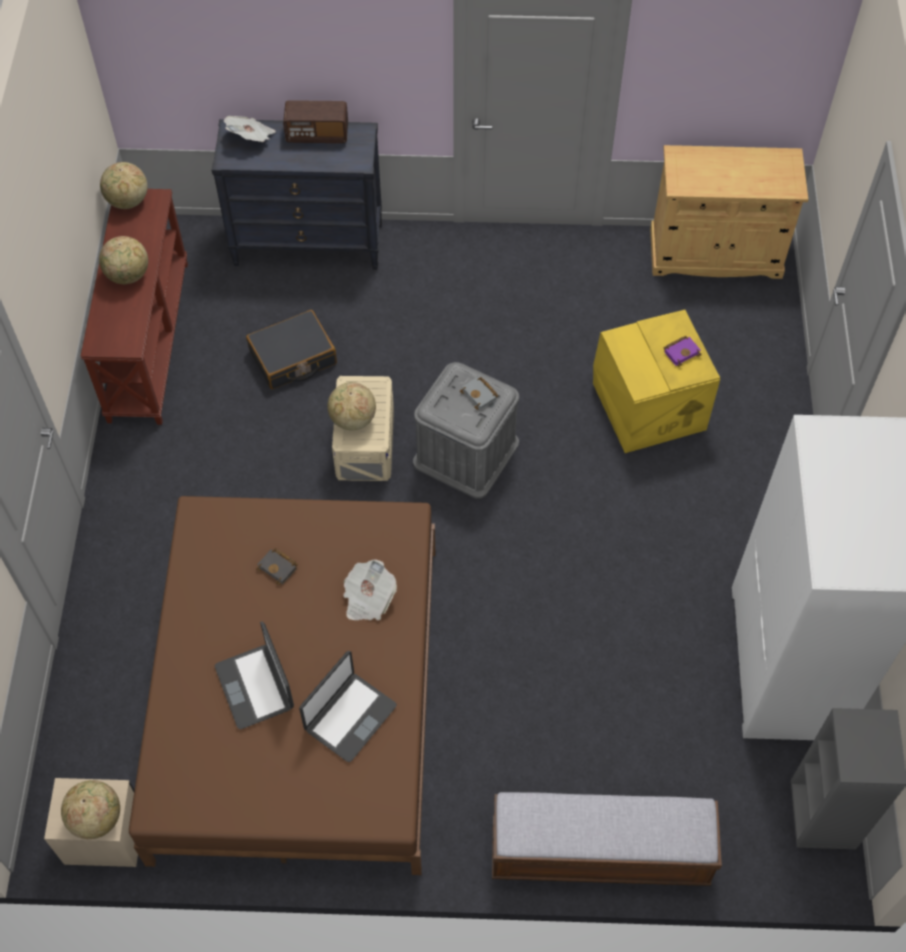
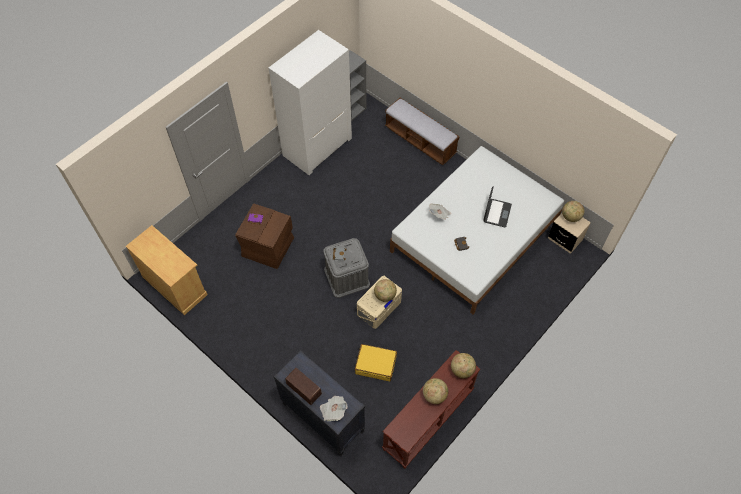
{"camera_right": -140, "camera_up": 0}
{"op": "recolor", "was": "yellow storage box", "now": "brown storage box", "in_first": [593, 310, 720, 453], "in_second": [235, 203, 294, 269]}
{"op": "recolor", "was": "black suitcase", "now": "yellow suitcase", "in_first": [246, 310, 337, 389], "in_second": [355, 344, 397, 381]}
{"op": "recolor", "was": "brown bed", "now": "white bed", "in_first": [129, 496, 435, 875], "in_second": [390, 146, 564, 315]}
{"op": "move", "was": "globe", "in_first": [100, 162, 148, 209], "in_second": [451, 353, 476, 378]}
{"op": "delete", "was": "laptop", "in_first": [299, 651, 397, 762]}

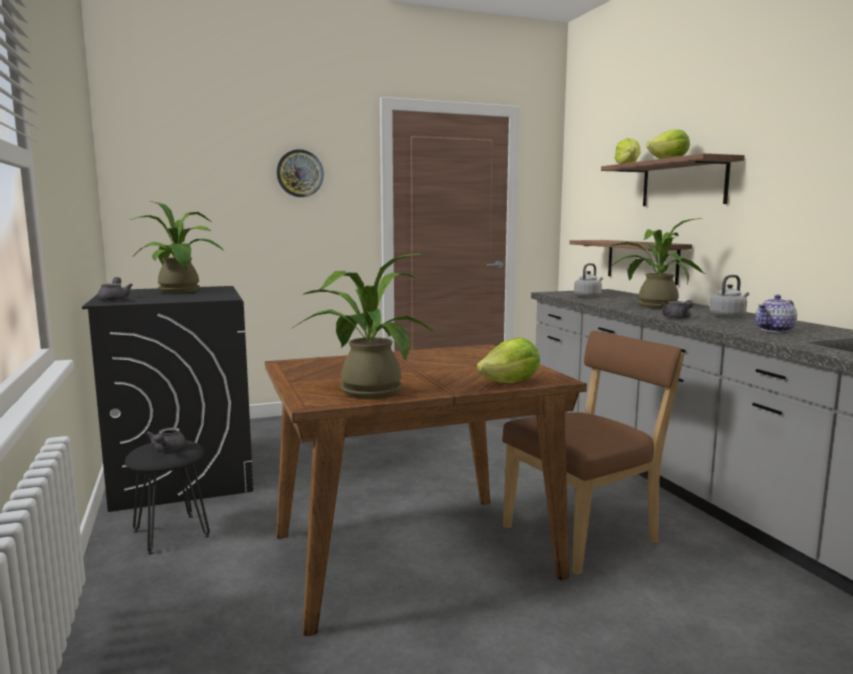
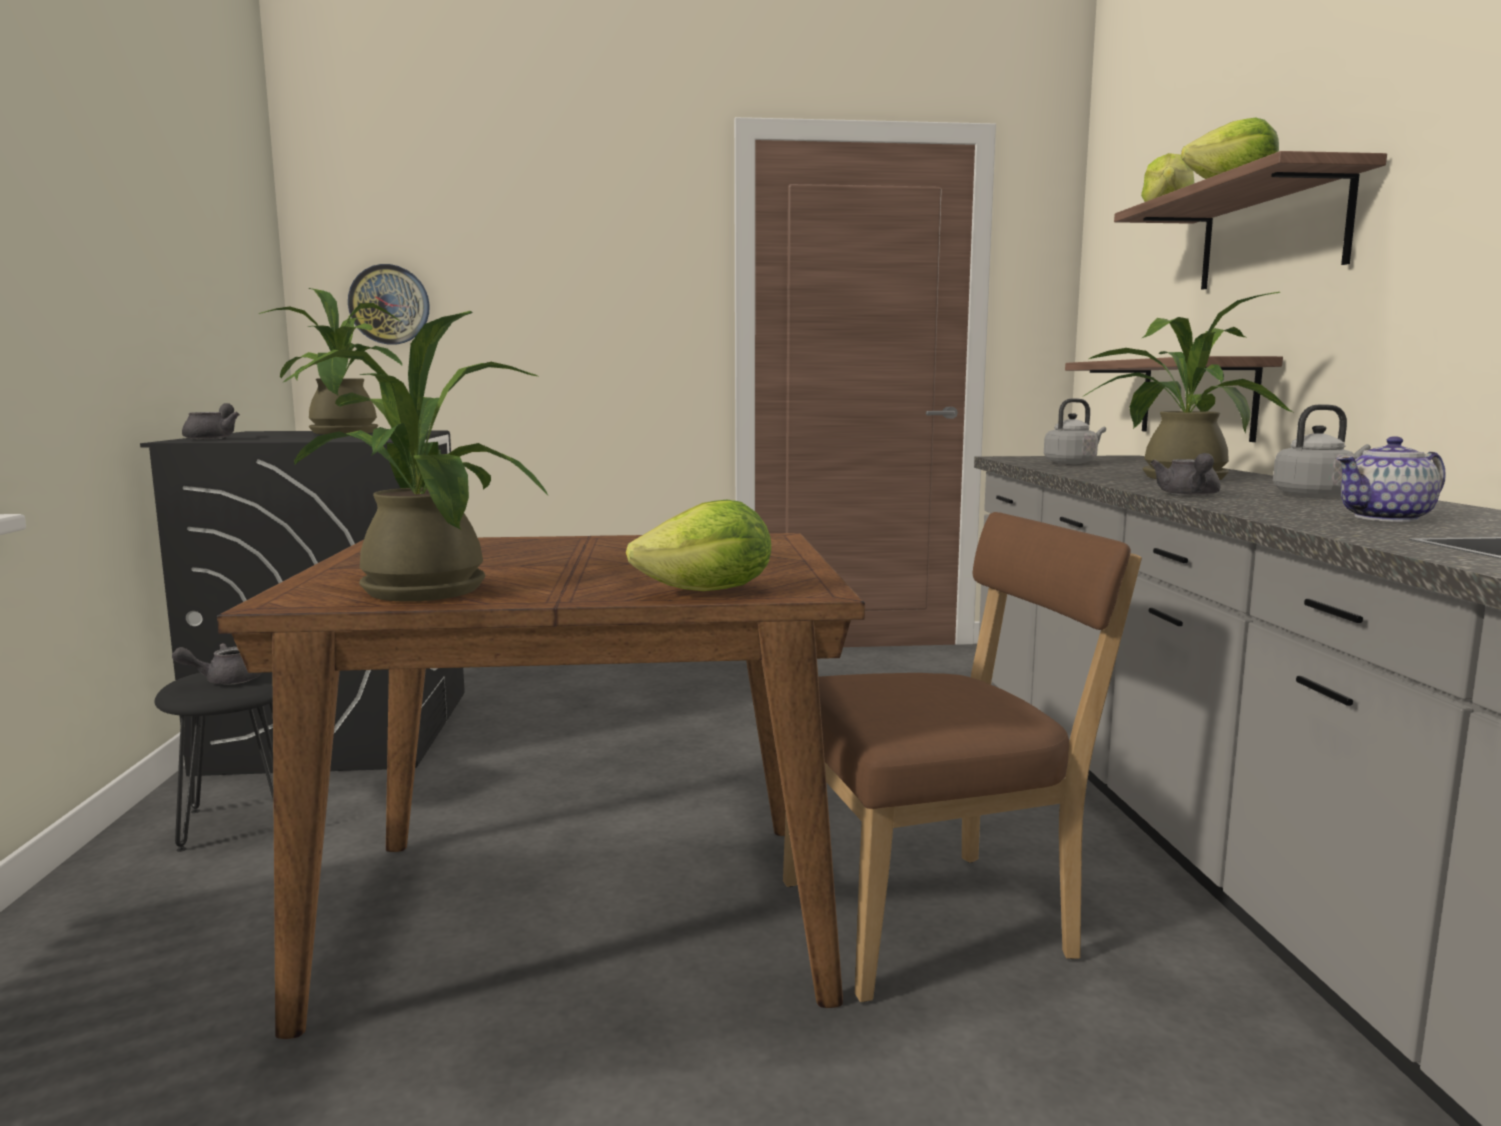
{"camera_right": 15, "camera_up": 0}
{"op": "rotate", "was": "grey teapot", "in_first": [146, 427, 186, 451], "in_second": [172, 643, 262, 685], "clockwise": 45}
{"op": "move", "was": "wall clock", "in_first": [276, 149, 324, 197], "in_second": [348, 264, 430, 345]}

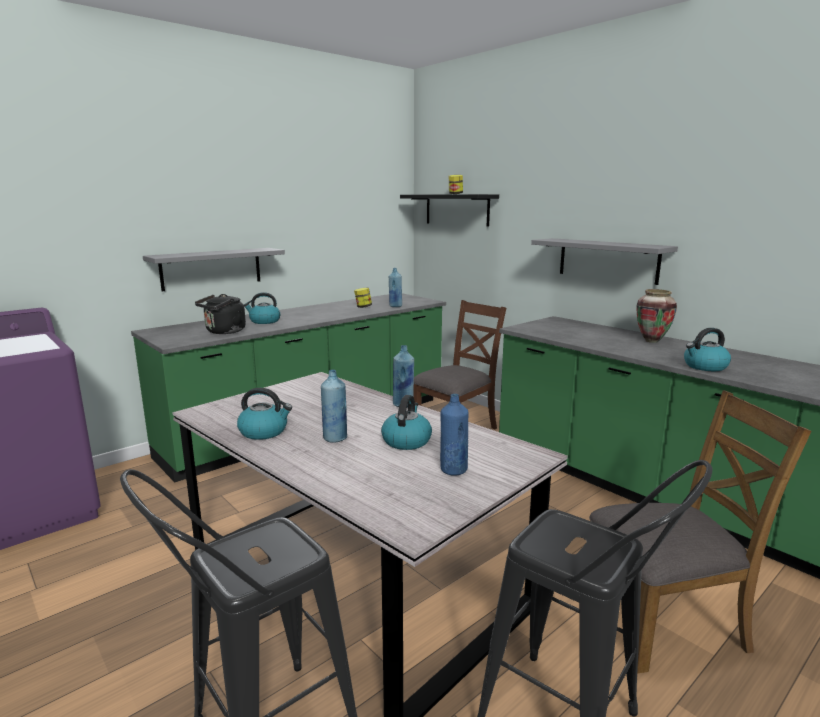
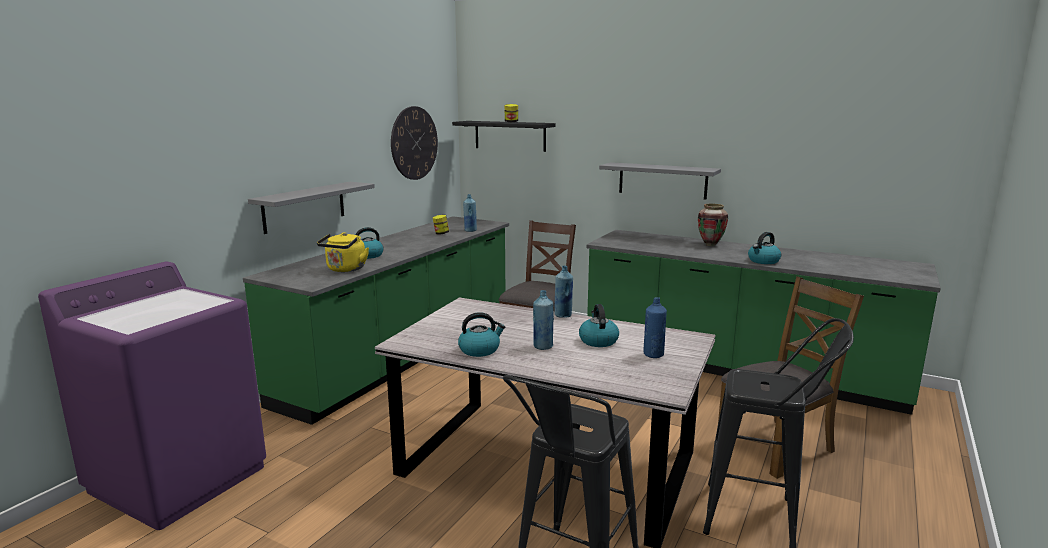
{"camera_right": -20, "camera_up": 0}
{"op": "recolor", "was": "black kettle", "now": "yellow kettle", "in_first": [195, 294, 246, 334], "in_second": [317, 232, 369, 272]}
{"op": "insert", "now": "wall clock", "in_second": [391, 106, 438, 180]}

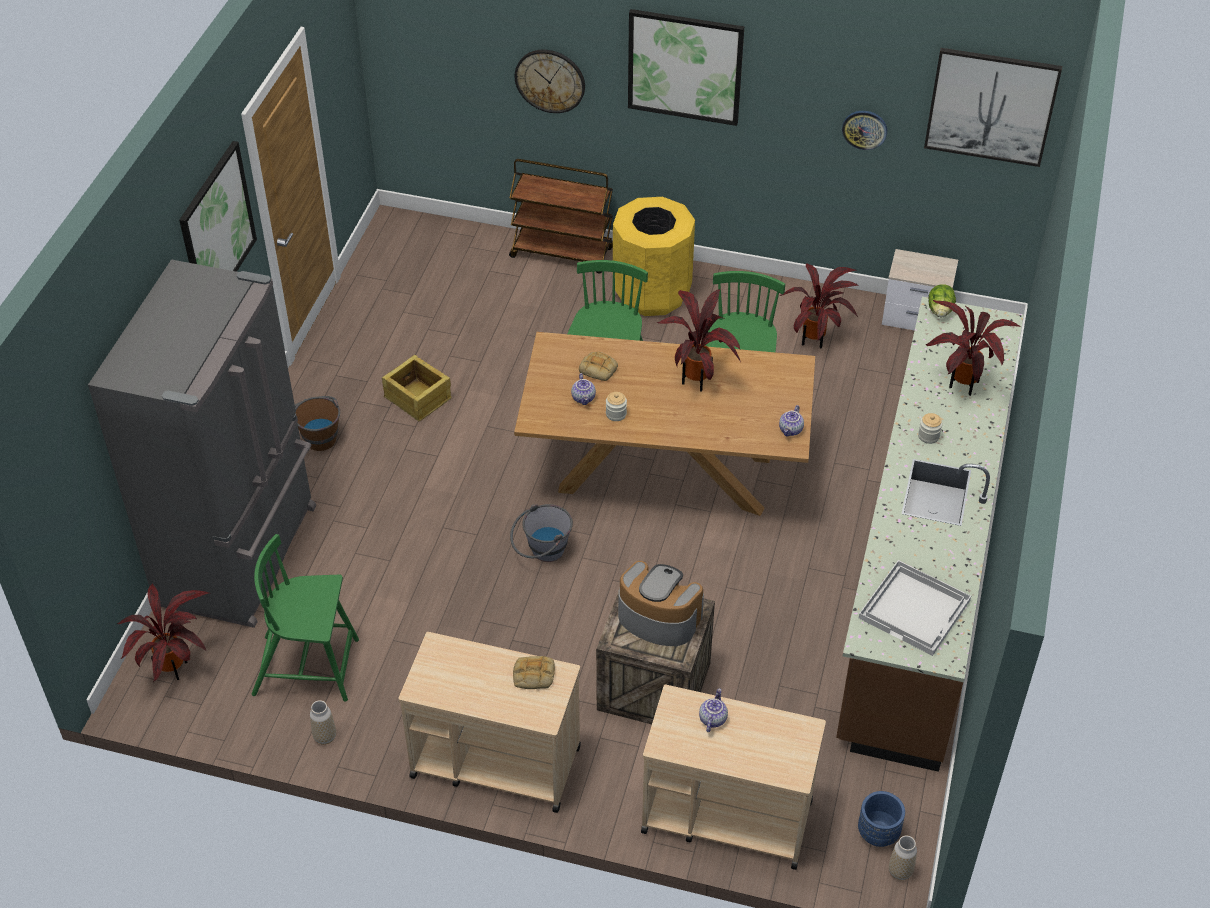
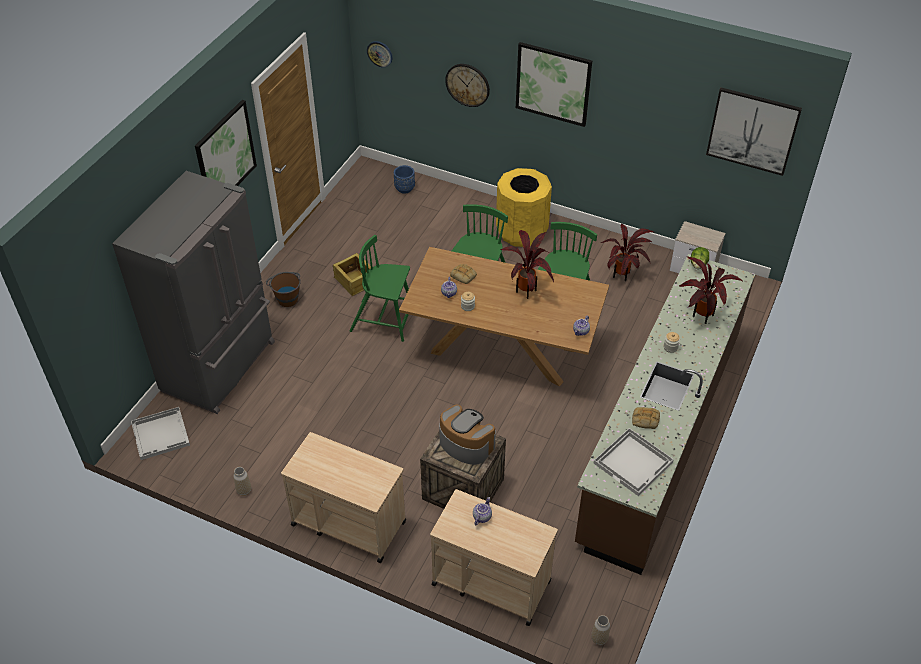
{"camera_right": 10, "camera_up": 0}
{"op": "replace", "was": "potted plant", "now": "white tray", "in_first": [117, 584, 209, 682], "in_second": [131, 407, 190, 460]}
{"op": "move", "was": "green chair", "in_first": [252, 534, 359, 702], "in_second": [349, 235, 410, 342]}
{"op": "move", "was": "wall clock", "in_first": [842, 111, 887, 150], "in_second": [367, 41, 393, 67]}
{"op": "move", "was": "blue planter", "in_first": [858, 791, 905, 847], "in_second": [394, 165, 415, 194]}
{"op": "move", "was": "bread", "in_first": [513, 656, 555, 689], "in_second": [632, 407, 660, 429]}
{"op": "delete", "was": "brown cart", "in_first": [509, 159, 613, 273]}
{"op": "delete", "was": "grey bucket", "in_first": [510, 504, 573, 562]}

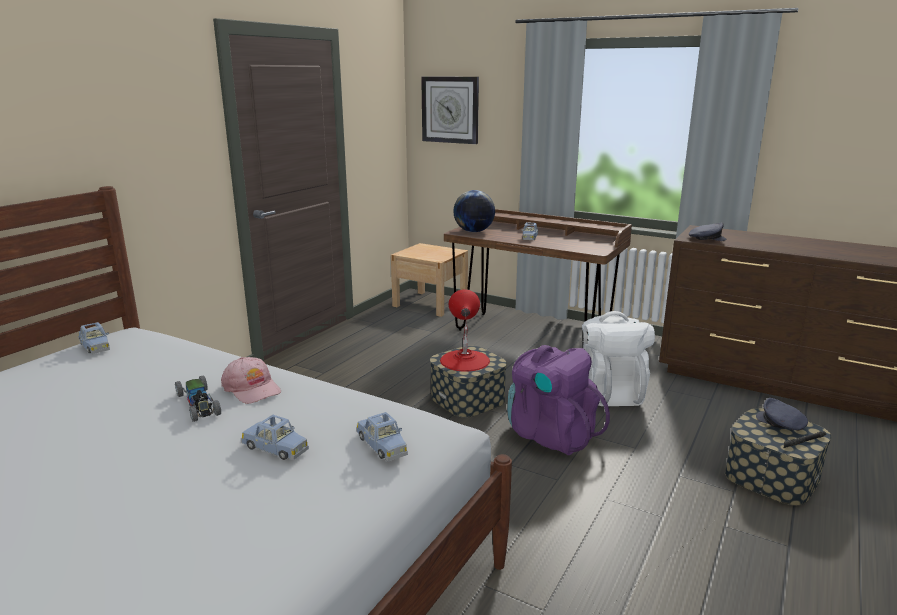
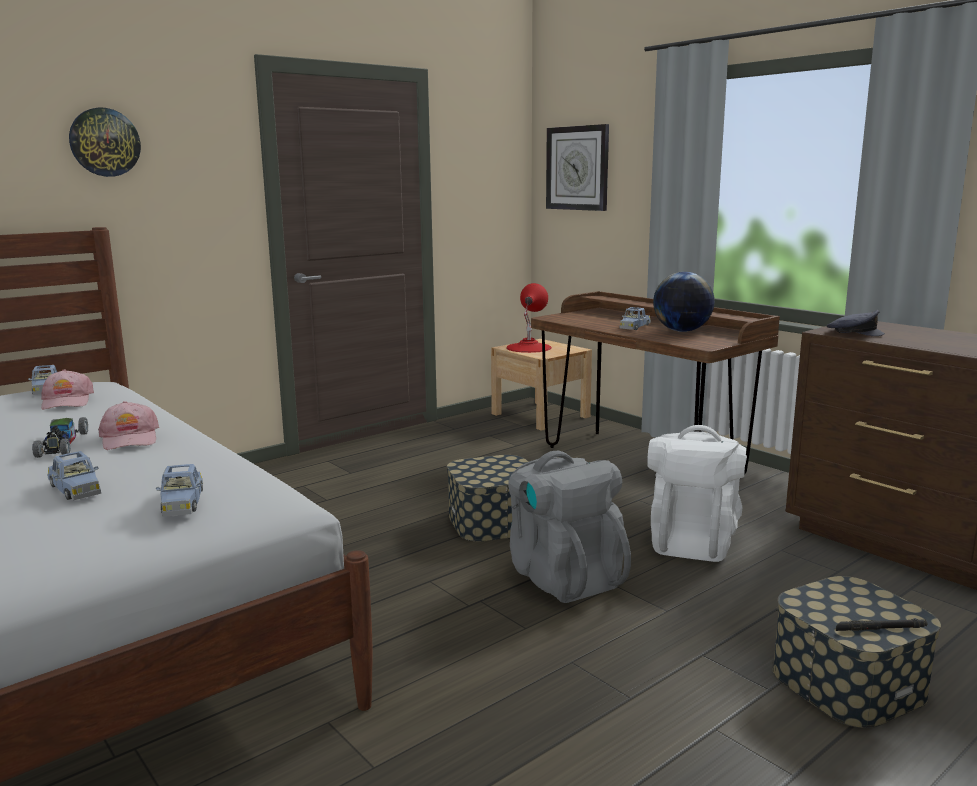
{"camera_right": 20, "camera_up": -5}
{"op": "insert", "now": "pink cap", "in_second": [41, 369, 94, 410]}
{"op": "insert", "now": "wall clock", "in_second": [69, 107, 141, 177]}
{"op": "move", "was": "red table lamp", "in_first": [440, 289, 490, 372], "in_second": [506, 283, 552, 353]}
{"op": "recolor", "was": "purple backpack", "now": "grey backpack", "in_first": [507, 345, 610, 455], "in_second": [508, 451, 631, 603]}
{"op": "move", "was": "globe", "in_first": [453, 190, 495, 232], "in_second": [653, 272, 715, 332]}
{"op": "delete", "was": "grey cap", "in_first": [756, 398, 808, 430]}

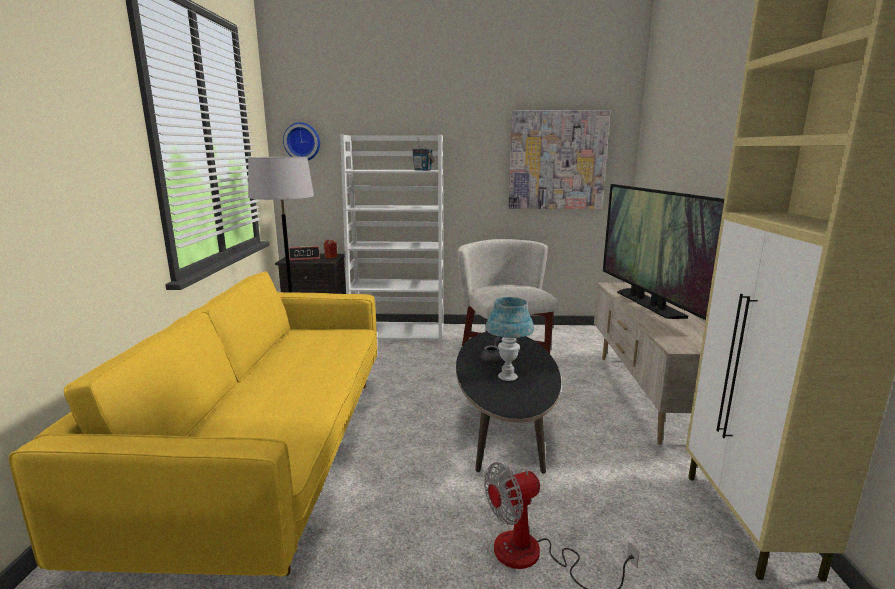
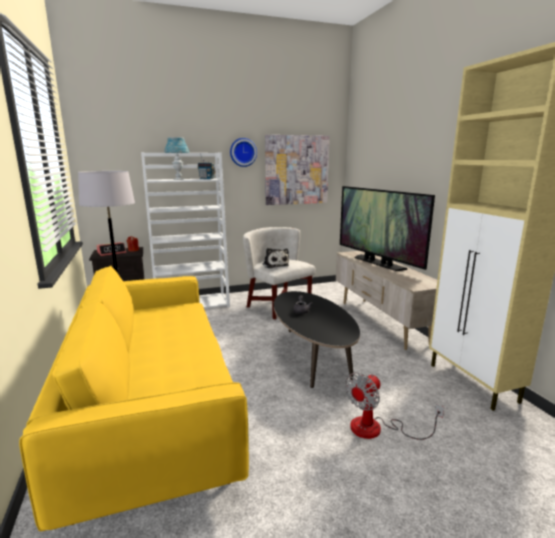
{"camera_right": -20, "camera_up": 0}
{"op": "move", "was": "blue table lamp", "in_first": [485, 297, 534, 381], "in_second": [164, 137, 189, 180]}
{"op": "move", "was": "wall clock", "in_first": [283, 122, 320, 160], "in_second": [230, 138, 257, 167]}
{"op": "insert", "now": "plush toy", "in_second": [263, 248, 289, 268]}

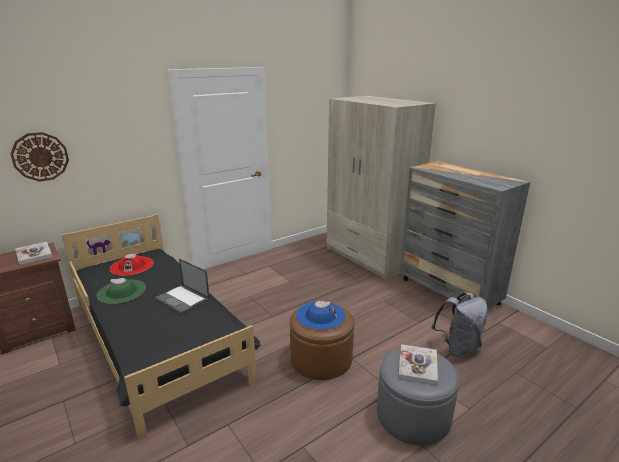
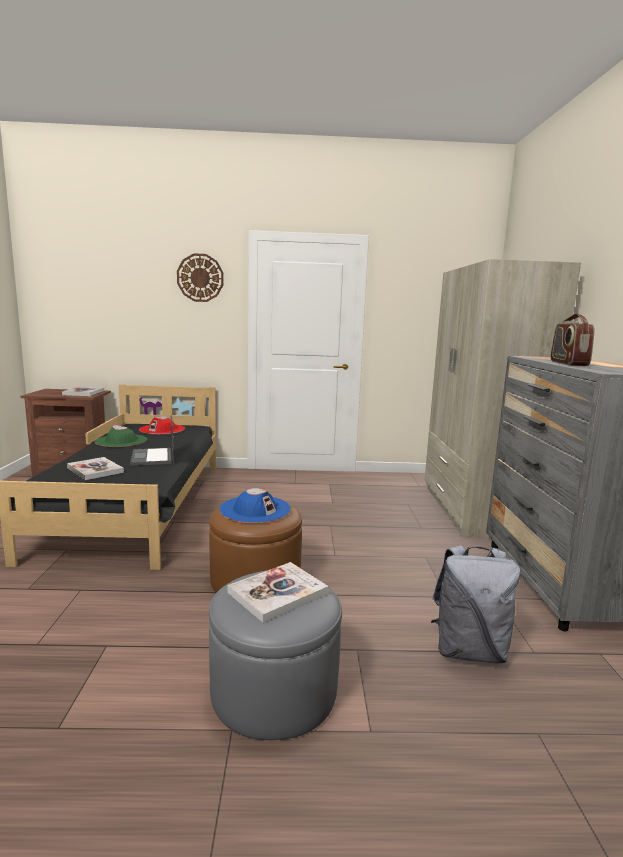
{"camera_right": 35, "camera_up": -10}
{"op": "insert", "now": "book", "in_second": [67, 457, 124, 480]}
{"op": "move", "was": "wall clock", "in_first": [10, 132, 69, 182], "in_second": [177, 253, 223, 302]}
{"op": "insert", "now": "radio", "in_second": [551, 313, 595, 366]}

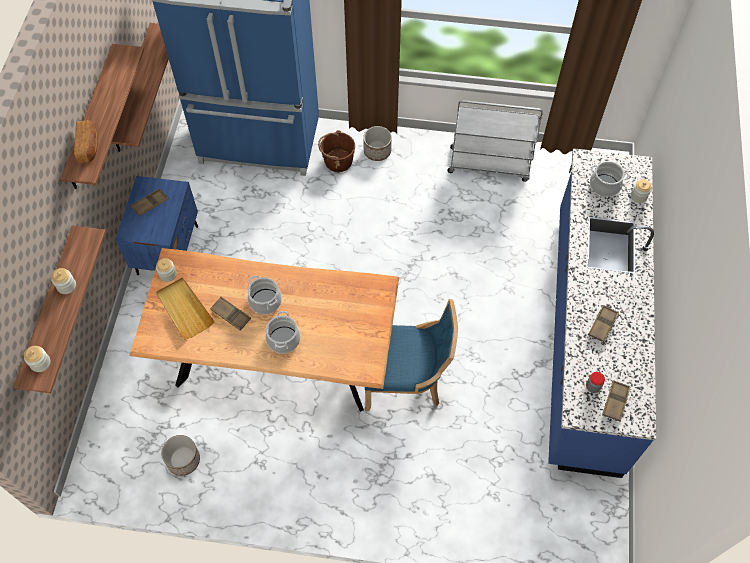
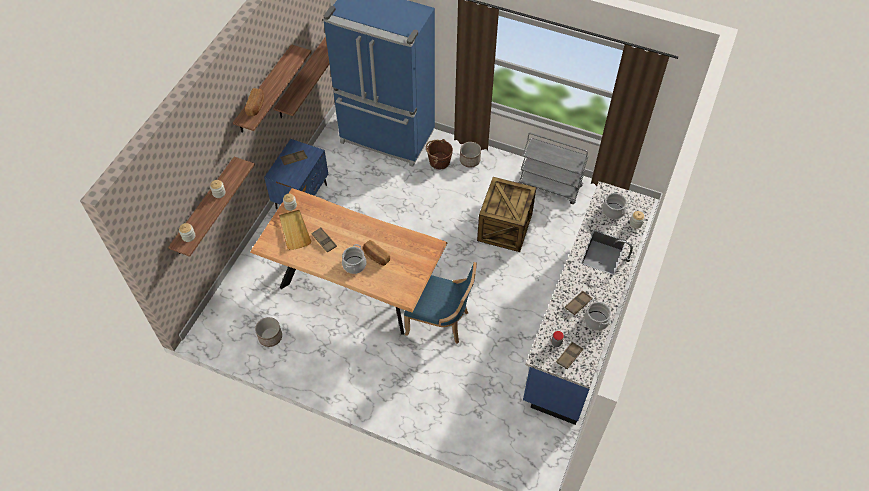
{"camera_right": 15, "camera_up": -5}
{"op": "insert", "now": "bread", "in_second": [363, 240, 390, 266]}
{"op": "insert", "now": "crate", "in_second": [477, 177, 537, 252]}
{"op": "move", "was": "cooking pot", "in_first": [248, 275, 282, 315], "in_second": [584, 299, 611, 331]}

